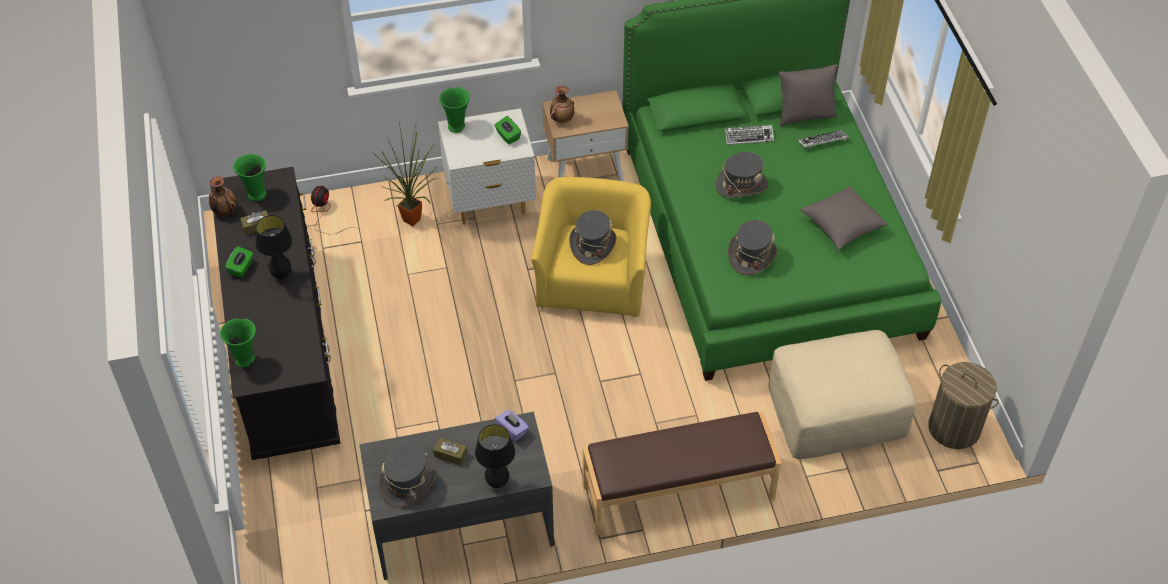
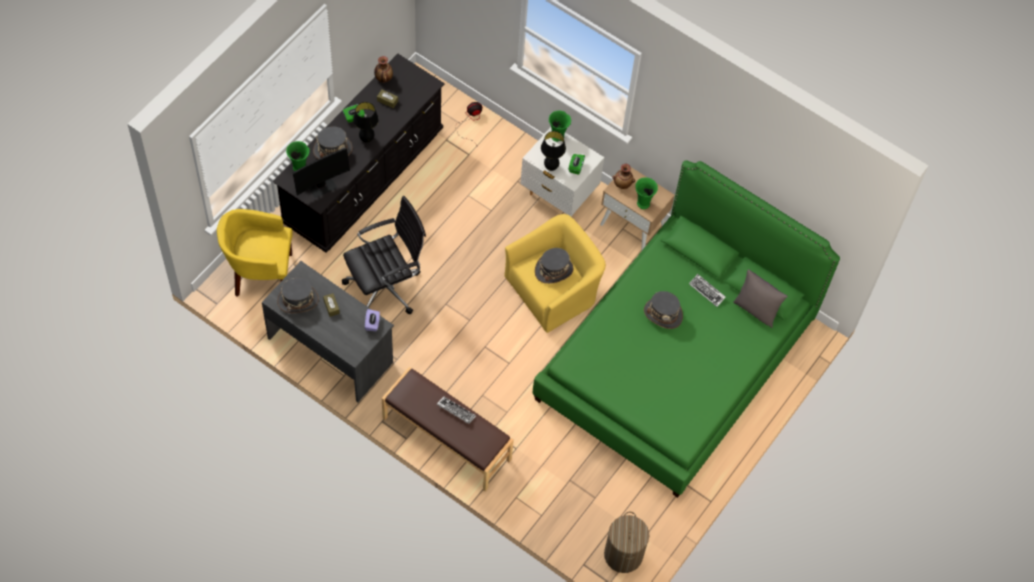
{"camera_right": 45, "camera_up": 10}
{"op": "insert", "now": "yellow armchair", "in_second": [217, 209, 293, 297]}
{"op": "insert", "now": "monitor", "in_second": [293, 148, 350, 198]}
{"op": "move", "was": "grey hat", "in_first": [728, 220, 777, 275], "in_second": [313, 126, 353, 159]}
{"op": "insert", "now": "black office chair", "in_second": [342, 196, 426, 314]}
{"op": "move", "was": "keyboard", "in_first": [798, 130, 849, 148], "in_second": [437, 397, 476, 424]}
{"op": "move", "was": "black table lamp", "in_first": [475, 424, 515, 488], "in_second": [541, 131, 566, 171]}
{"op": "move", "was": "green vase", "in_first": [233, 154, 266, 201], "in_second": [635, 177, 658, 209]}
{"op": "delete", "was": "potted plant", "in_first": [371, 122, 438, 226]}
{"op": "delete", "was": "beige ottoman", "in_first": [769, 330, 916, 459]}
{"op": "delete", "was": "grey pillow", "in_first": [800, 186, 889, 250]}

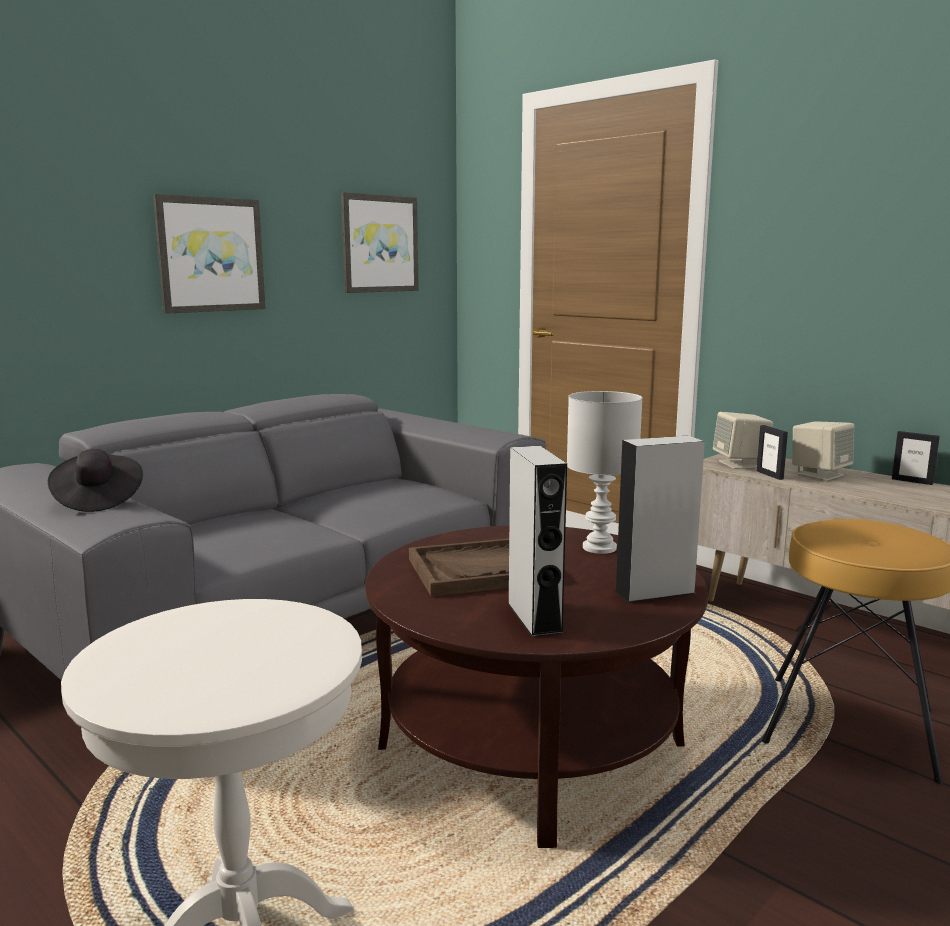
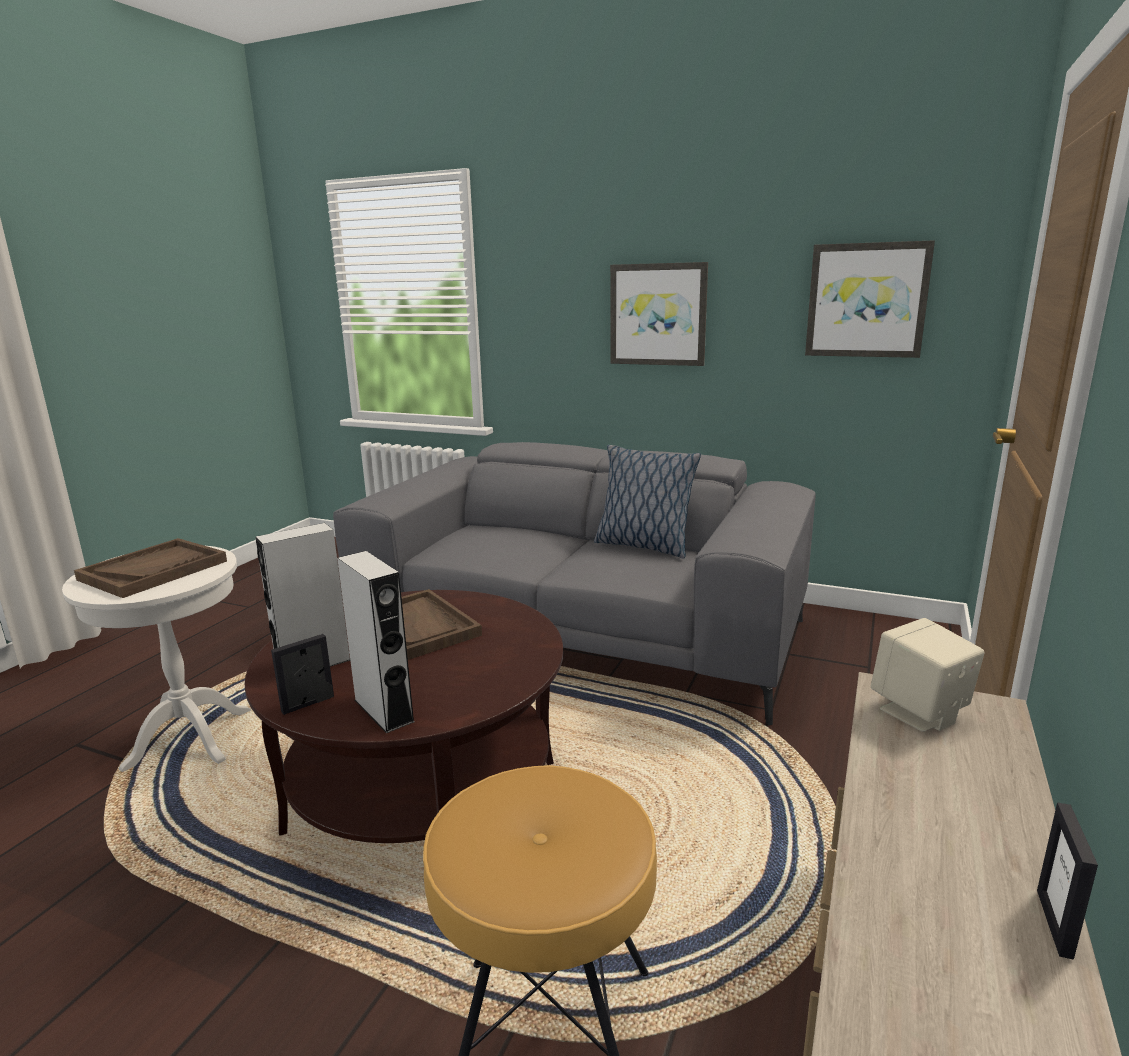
{"camera_right": 70, "camera_up": 5}
{"op": "insert", "now": "brown tray", "in_second": [74, 538, 227, 598]}
{"op": "move", "was": "picture frame", "in_first": [757, 425, 788, 480], "in_second": [271, 634, 334, 715]}
{"op": "insert", "now": "pillow", "in_second": [594, 445, 701, 558]}
{"op": "delete", "was": "black hat", "in_first": [48, 449, 143, 512]}
{"op": "delete", "was": "white table lamp", "in_first": [567, 391, 643, 554]}
{"op": "delete", "was": "beige speaker", "in_first": [792, 421, 854, 481]}

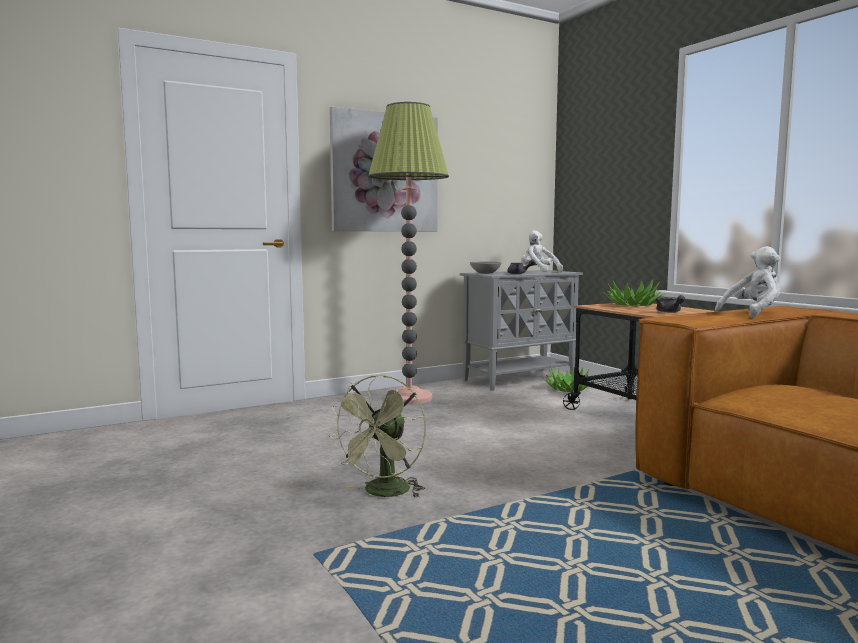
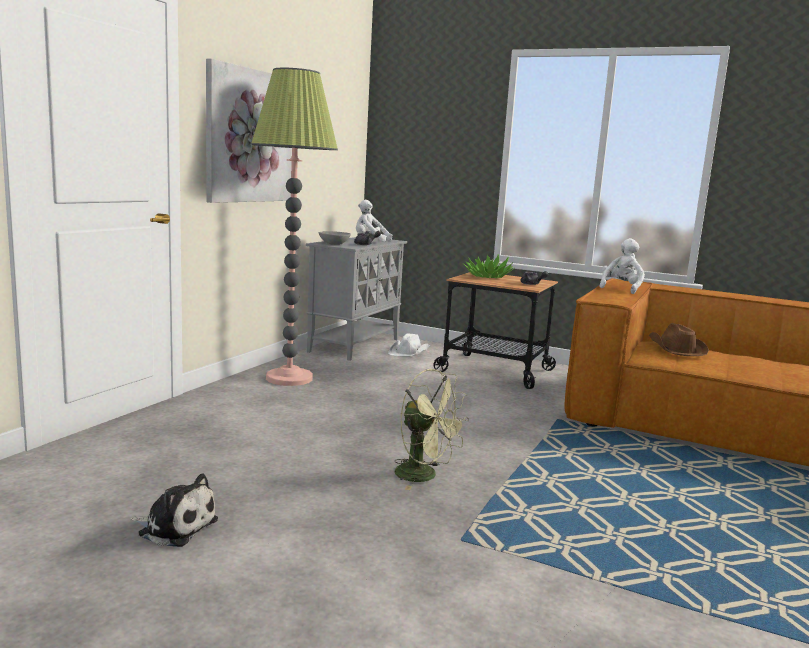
{"camera_right": -35, "camera_up": 5}
{"op": "insert", "now": "plush toy", "in_second": [130, 474, 218, 547]}
{"op": "replace", "was": "potted plant", "now": "white hat", "in_first": [542, 366, 595, 392], "in_second": [388, 333, 430, 357]}
{"op": "rotate", "was": "green fan", "in_first": [329, 375, 426, 498], "in_second": [395, 369, 469, 490], "clockwise": -45}
{"op": "insert", "now": "brown hat", "in_second": [649, 323, 709, 356]}

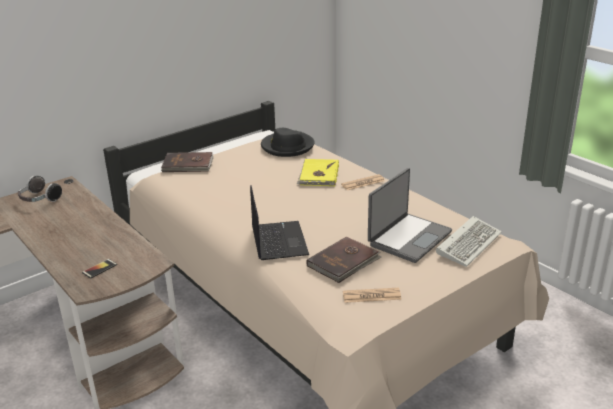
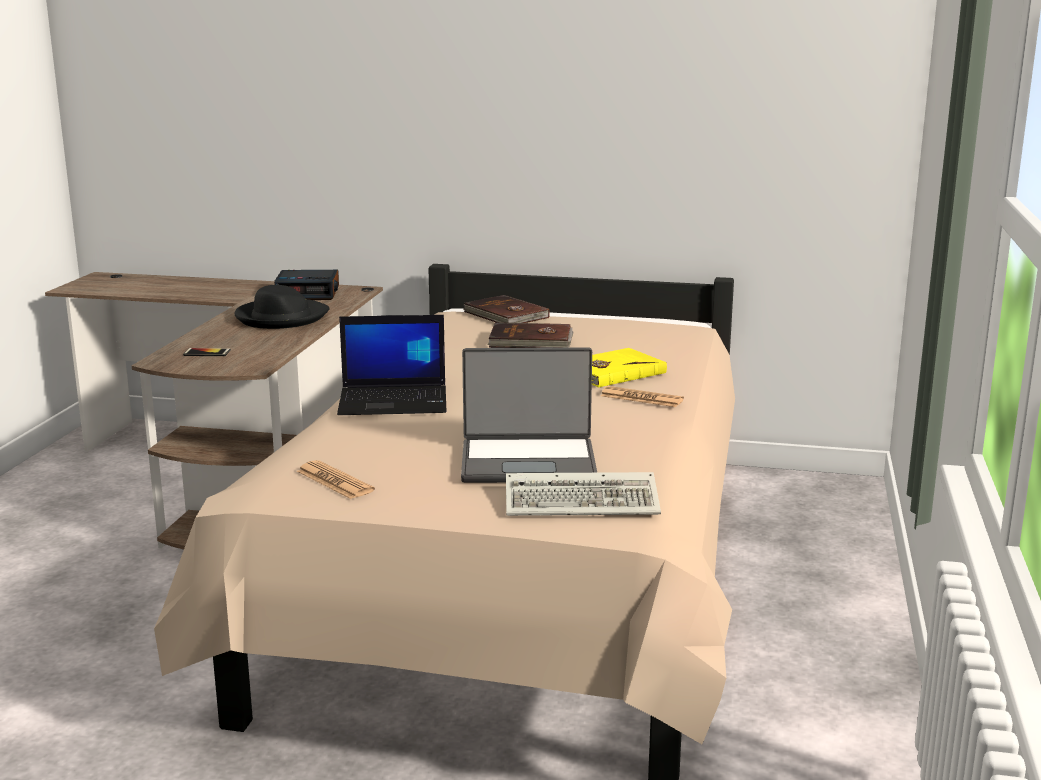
{"camera_right": 50, "camera_up": -10}
{"op": "move", "was": "black hat", "in_first": [261, 128, 315, 157], "in_second": [234, 285, 329, 329]}
{"op": "replace", "was": "headphones", "now": "alarm clock", "in_first": [18, 176, 62, 202], "in_second": [274, 270, 339, 300]}
{"op": "rotate", "was": "laptop", "in_first": [250, 185, 309, 260], "in_second": [337, 315, 446, 415], "clockwise": 45}
{"op": "move", "was": "brown book", "in_first": [306, 236, 381, 283], "in_second": [487, 322, 573, 348]}

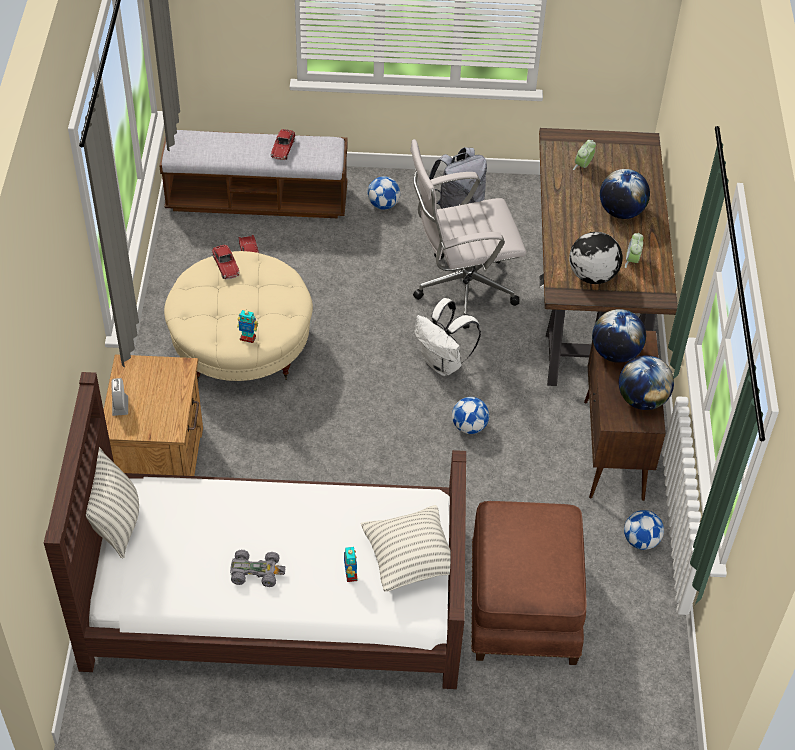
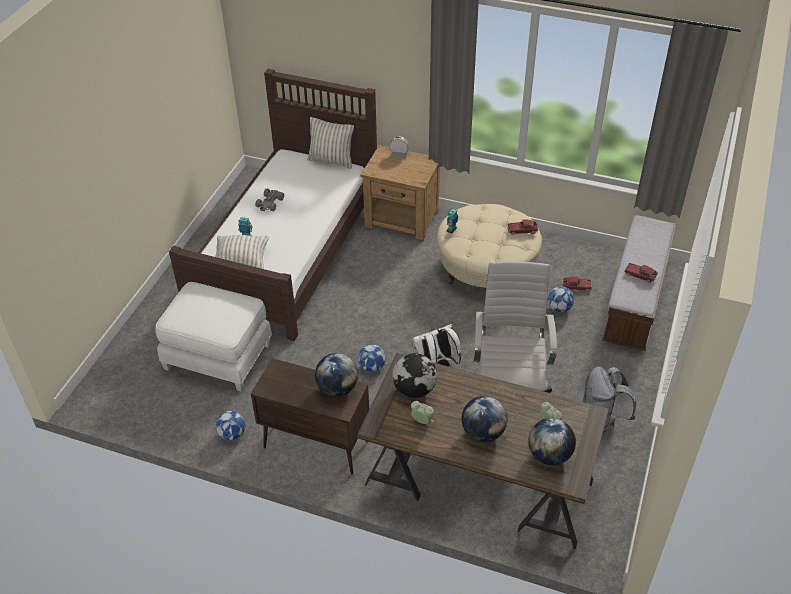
{"camera_right": 110, "camera_up": -5}
{"op": "recolor", "was": "brown ottoman", "now": "white ottoman", "in_first": [471, 501, 586, 665], "in_second": [155, 282, 272, 392]}
{"op": "move", "was": "globe", "in_first": [619, 355, 674, 410], "in_second": [528, 418, 576, 465]}
{"op": "move", "was": "football", "in_first": [367, 176, 400, 210], "in_second": [548, 286, 574, 313]}

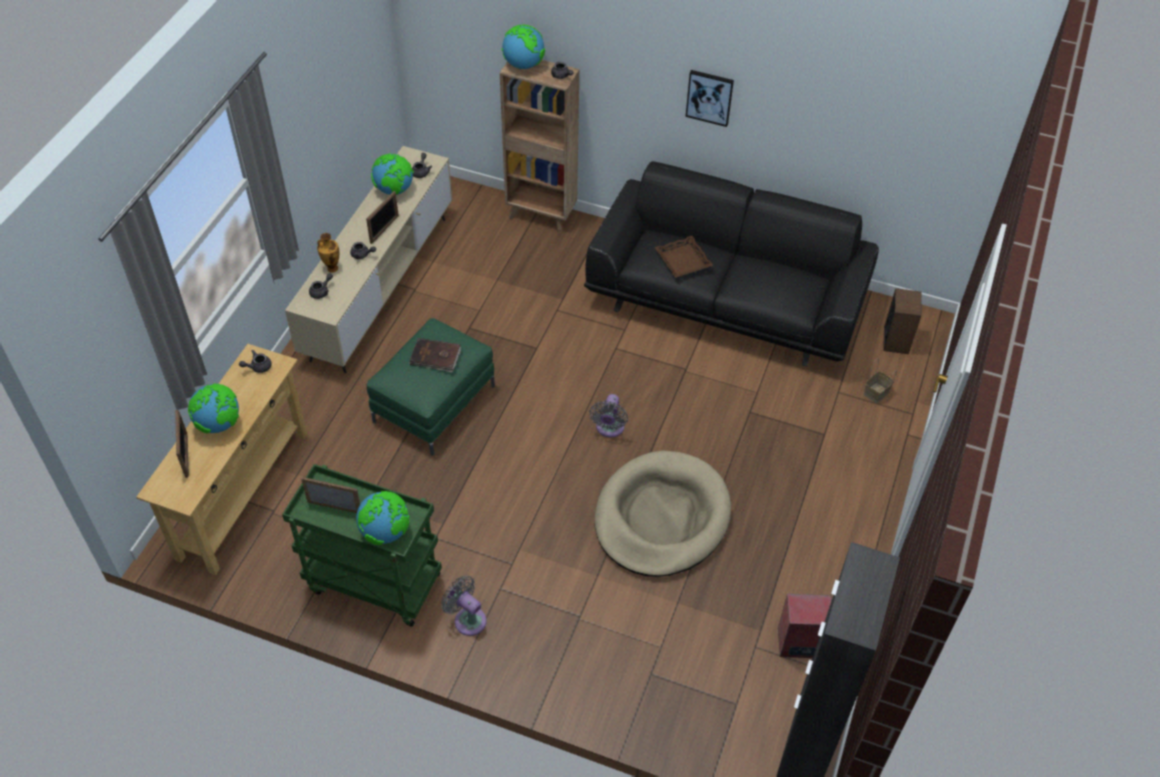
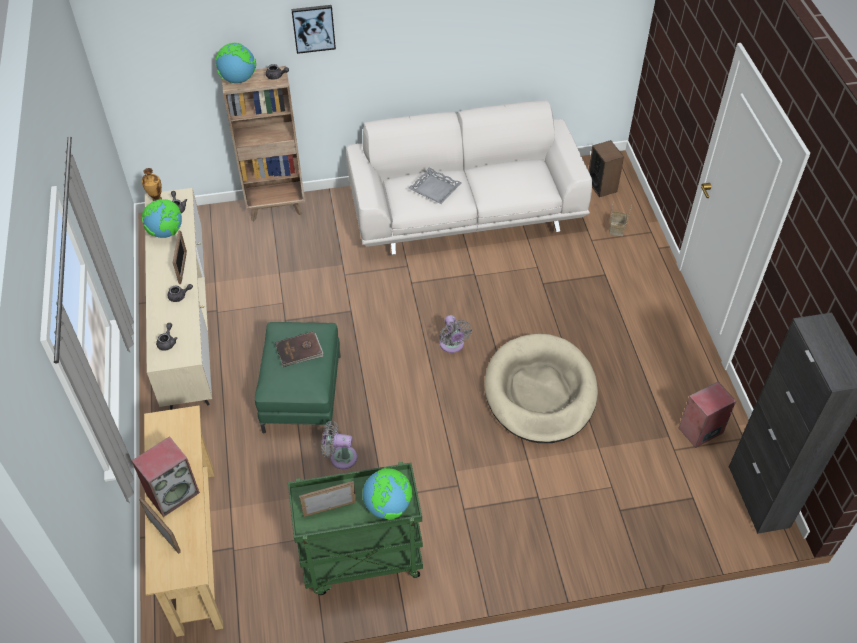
{"camera_right": -30, "camera_up": 0}
{"op": "replace", "was": "globe", "now": "speaker", "in_first": [188, 384, 239, 433], "in_second": [132, 436, 200, 517]}
{"op": "move", "was": "vase", "in_first": [317, 233, 339, 273], "in_second": [142, 168, 162, 201]}
{"op": "move", "was": "picture", "in_first": [685, 70, 734, 127], "in_second": [291, 5, 336, 54]}
{"op": "move", "was": "grey fan", "in_first": [441, 575, 486, 636], "in_second": [321, 421, 357, 469]}
{"op": "recolor", "was": "black sofa", "now": "white sofa", "in_first": [584, 161, 879, 367], "in_second": [346, 100, 592, 255]}
{"op": "recolor", "was": "brown tray", "now": "grey tray", "in_first": [655, 236, 713, 278], "in_second": [408, 168, 461, 204]}
{"op": "delete", "was": "grey teapot", "in_first": [239, 350, 272, 373]}

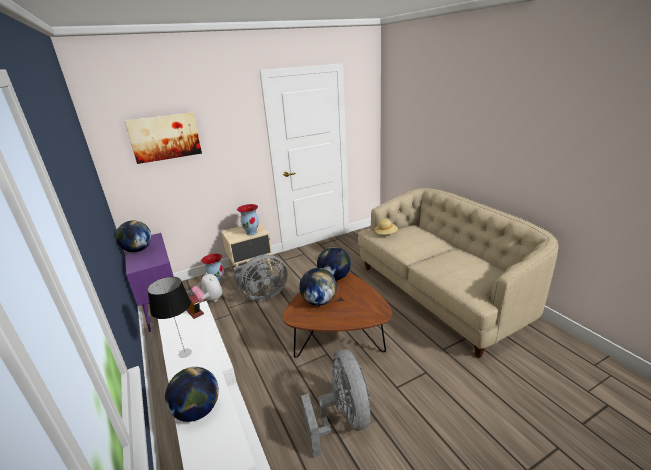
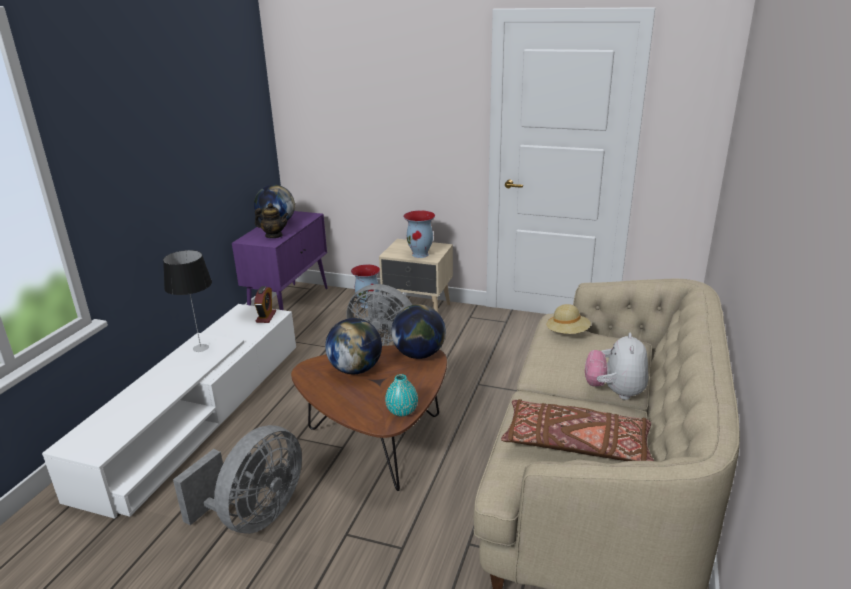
{"camera_right": 45, "camera_up": 0}
{"op": "insert", "now": "teapot", "in_second": [255, 203, 289, 238]}
{"op": "insert", "now": "turquoise vase", "in_second": [385, 374, 418, 417]}
{"op": "insert", "now": "brown pillow", "in_second": [501, 399, 654, 461]}
{"op": "move", "was": "plush toy", "in_first": [192, 272, 222, 303], "in_second": [585, 333, 648, 400]}
{"op": "delete", "was": "picture", "in_first": [125, 112, 202, 164]}
{"op": "delete", "was": "globe", "in_first": [165, 367, 219, 422]}

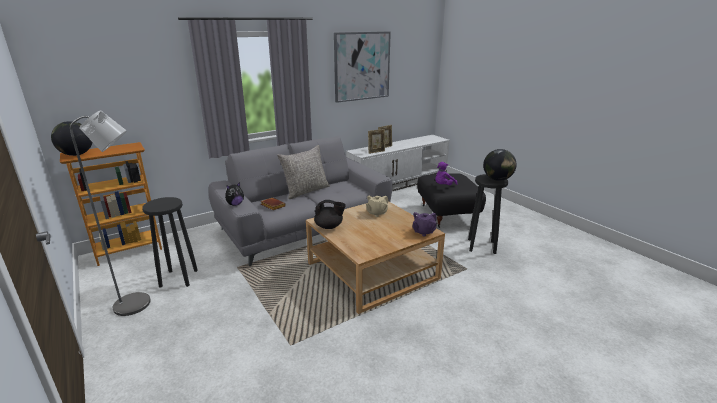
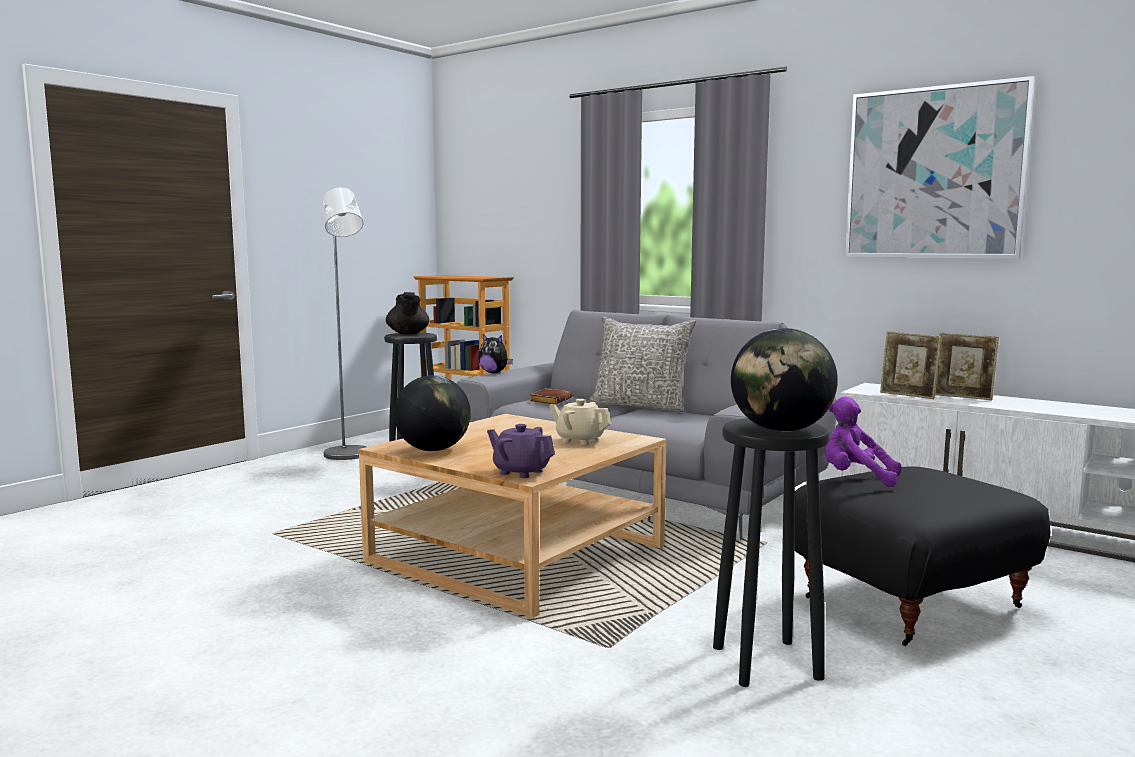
{"camera_right": 70, "camera_up": -15}
{"op": "move", "was": "black teapot", "in_first": [314, 200, 346, 229], "in_second": [386, 292, 429, 335]}
{"op": "move", "was": "globe", "in_first": [51, 121, 92, 156], "in_second": [394, 375, 471, 451]}

